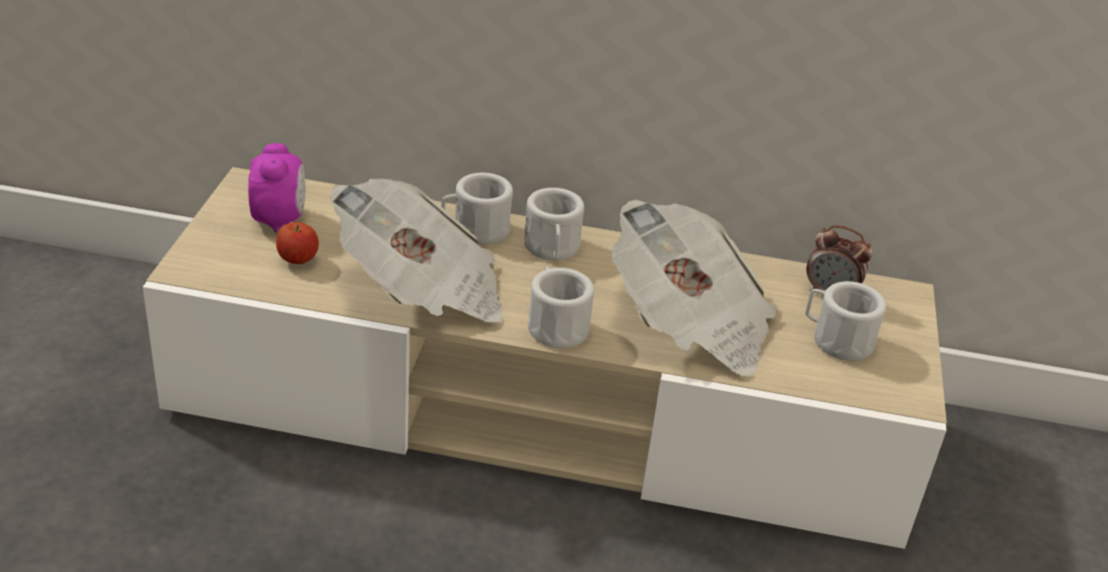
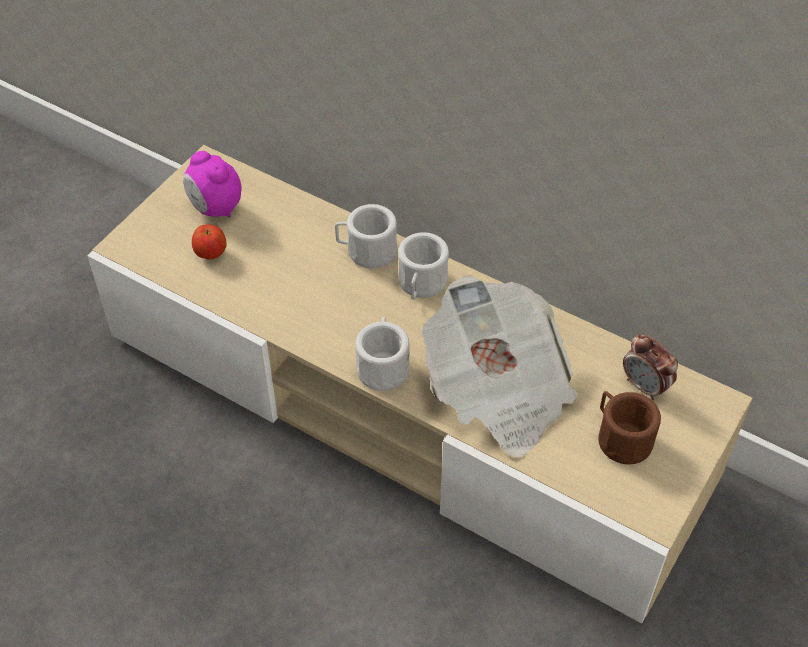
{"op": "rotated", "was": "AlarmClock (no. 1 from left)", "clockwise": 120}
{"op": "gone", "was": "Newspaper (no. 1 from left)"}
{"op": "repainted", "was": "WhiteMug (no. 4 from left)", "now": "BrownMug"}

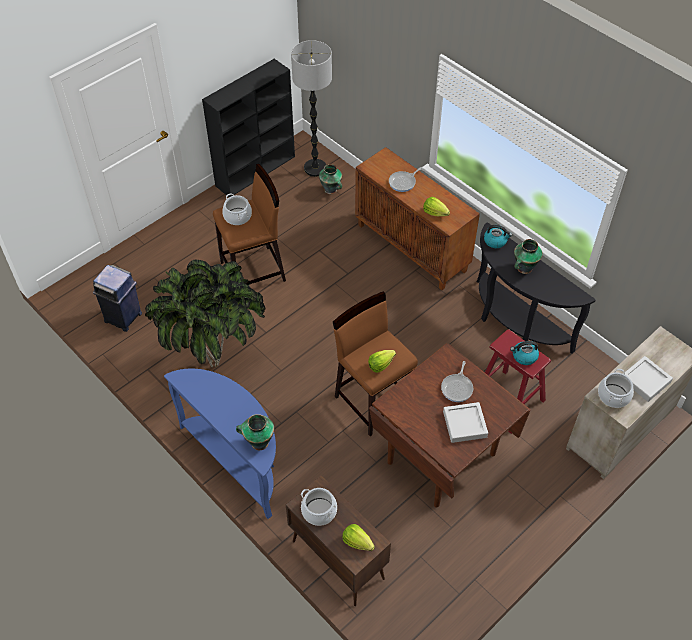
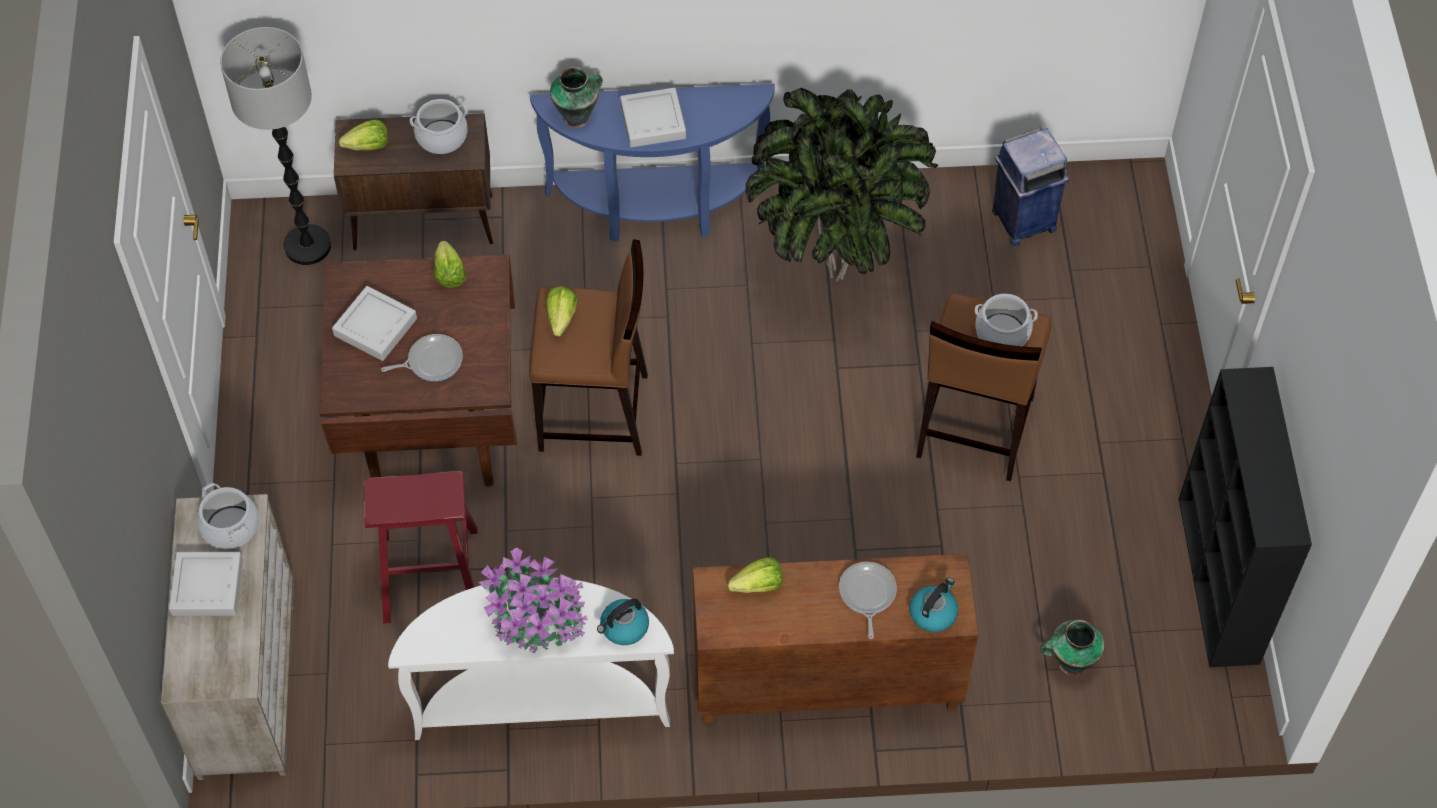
{"op": "shifted", "was": "FloorLamp"}
{"op": "repainted", "was": "BlackConsoleTable", "now": "WhiteConsoleTable"}
{"op": "swapped", "was": "Vase (no. 3 from left)", "now": "PottedPlant (no. 1 from left)"}
{"op": "shifted", "was": "Kettle (no. 2 from left)"}
{"op": "rotated", "was": "FryingPan (no. 2 from left in the first image)", "clockwise": 105}
{"op": "new", "now": "GreyTray (no. 3 from left)"}
{"op": "new", "now": "Lettuce (no. 2 from left)"}

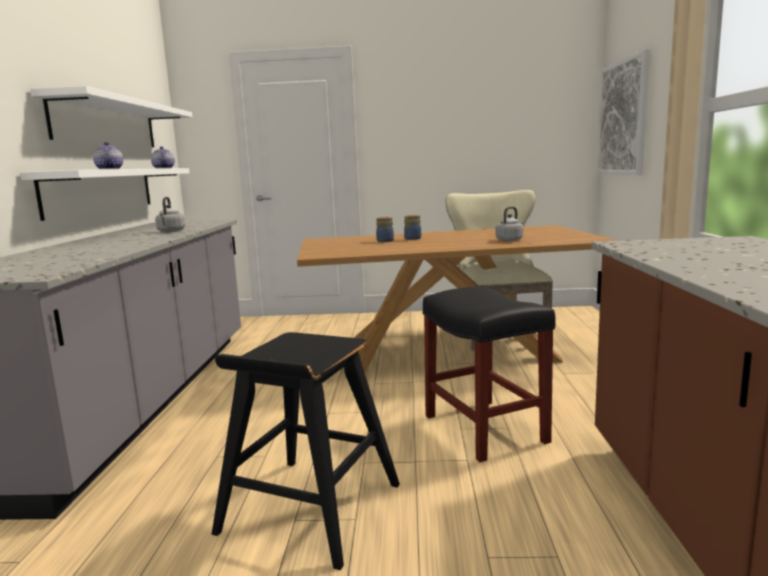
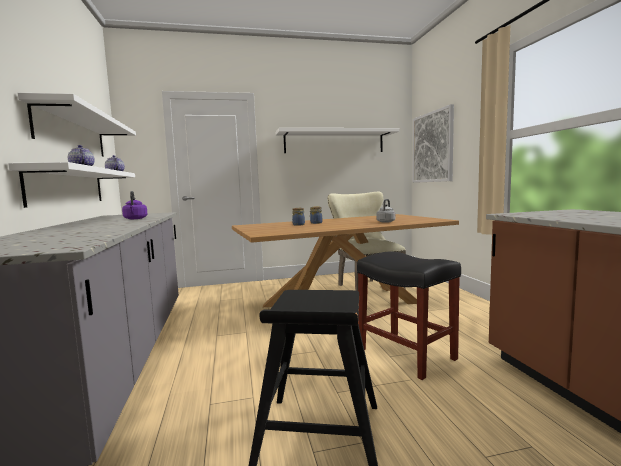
{"op": "repainted", "was": "GreyKettle (no. 1 from left)", "now": "PurpleKettle"}
{"op": "new", "now": "WhiteShelf (no. 3 from left)"}

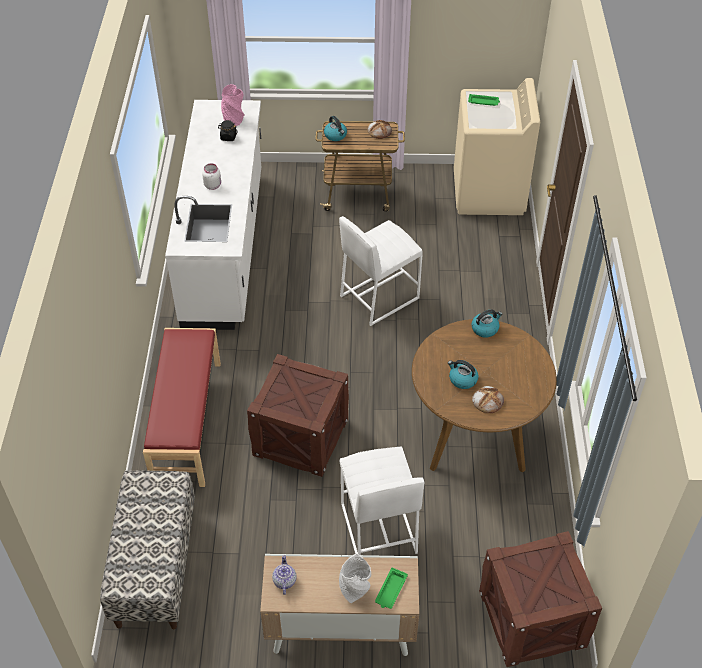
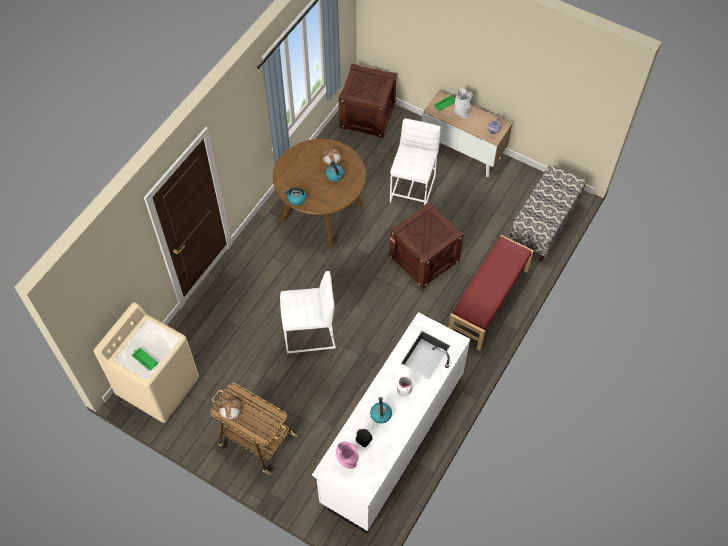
{"op": "shifted", "was": "Kettle (no. 1 from left in the first image)", "now": "Kettle (no. 3 from left)"}

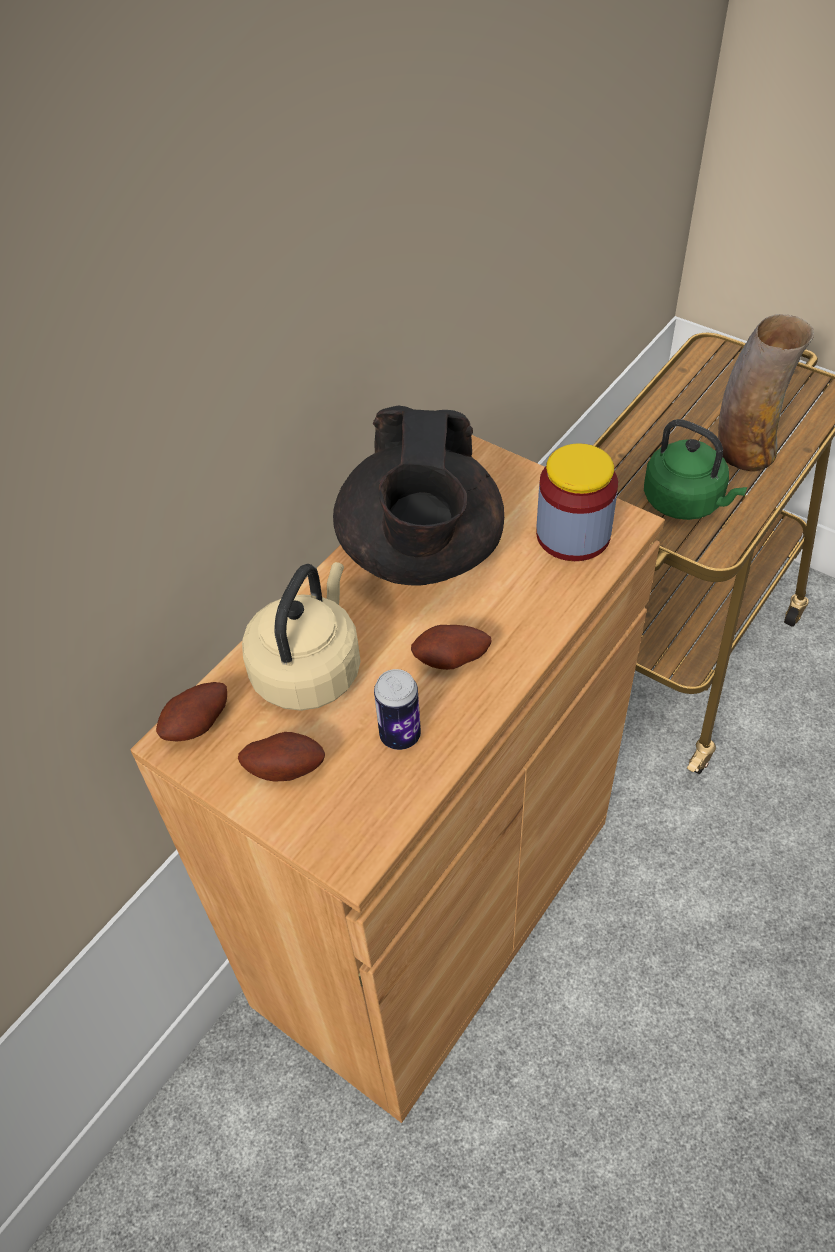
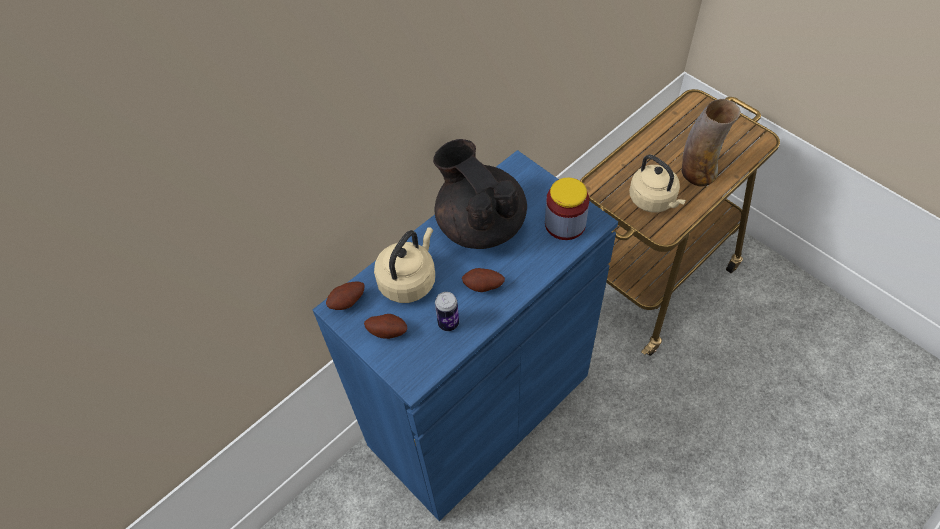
{"op": "rotated", "was": "BlackTeapot", "clockwise": 135}
{"op": "repainted", "was": "GreenKettle", "now": "BeigeKettle (no. 2 from left)"}
{"op": "repainted", "was": "BrownCabinet", "now": "BlueCabinet"}

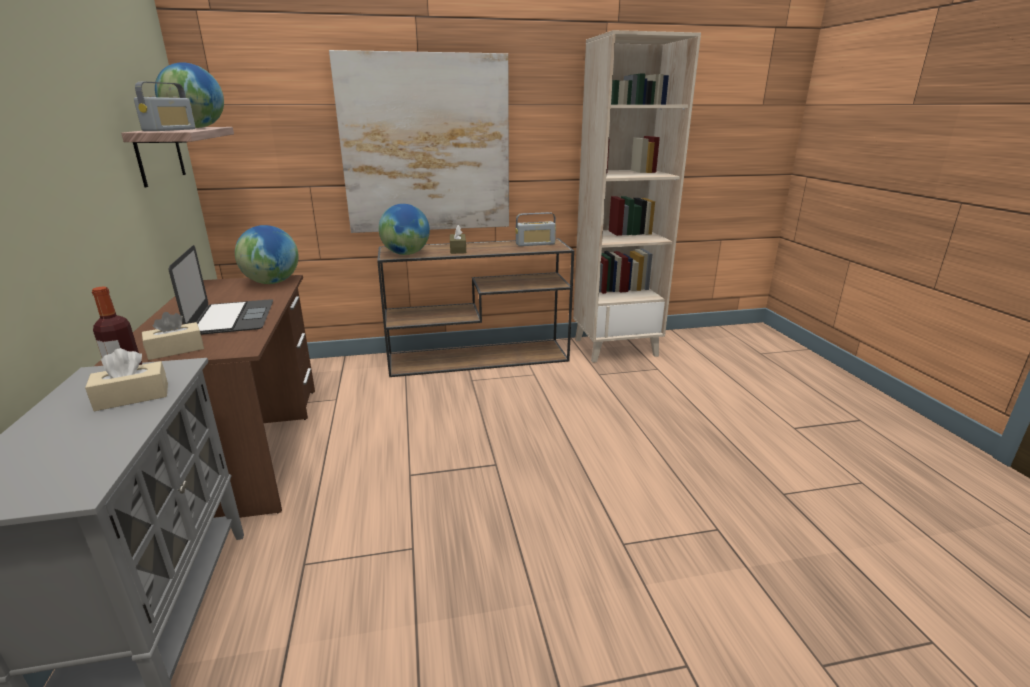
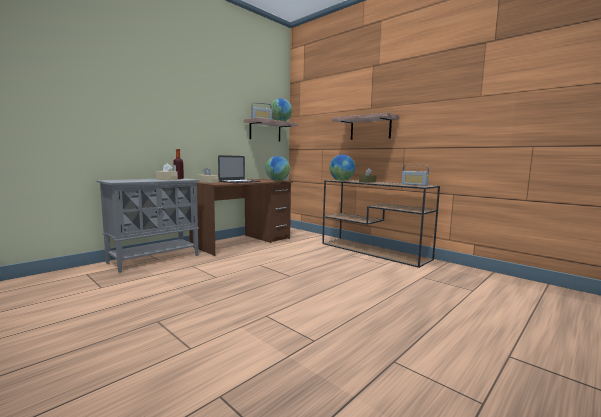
{"op": "gone", "was": "BeigeBookcase"}
{"op": "swapped", "was": "Picture", "now": "Shelf (no. 2 from left)"}

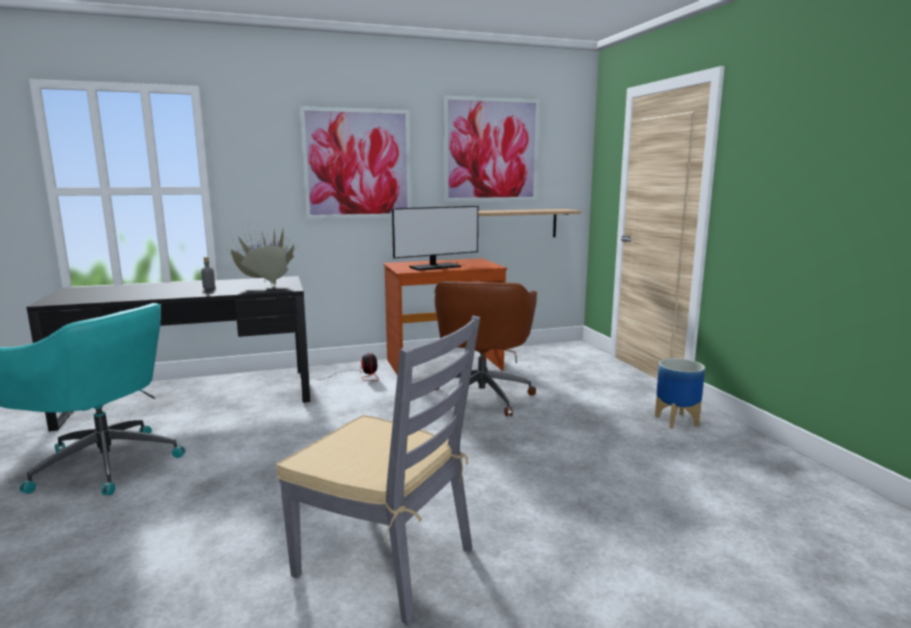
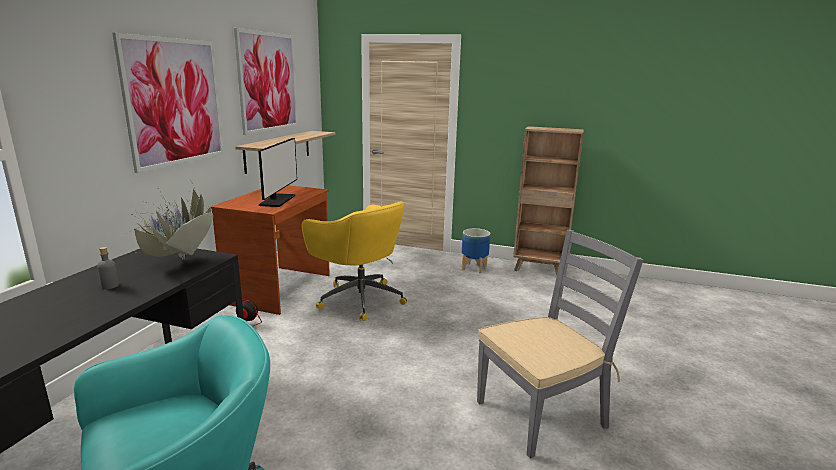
{"op": "repainted", "was": "BrownOfficeChair", "now": "YellowOfficeChair"}
{"op": "new", "now": "BrownBookcase"}

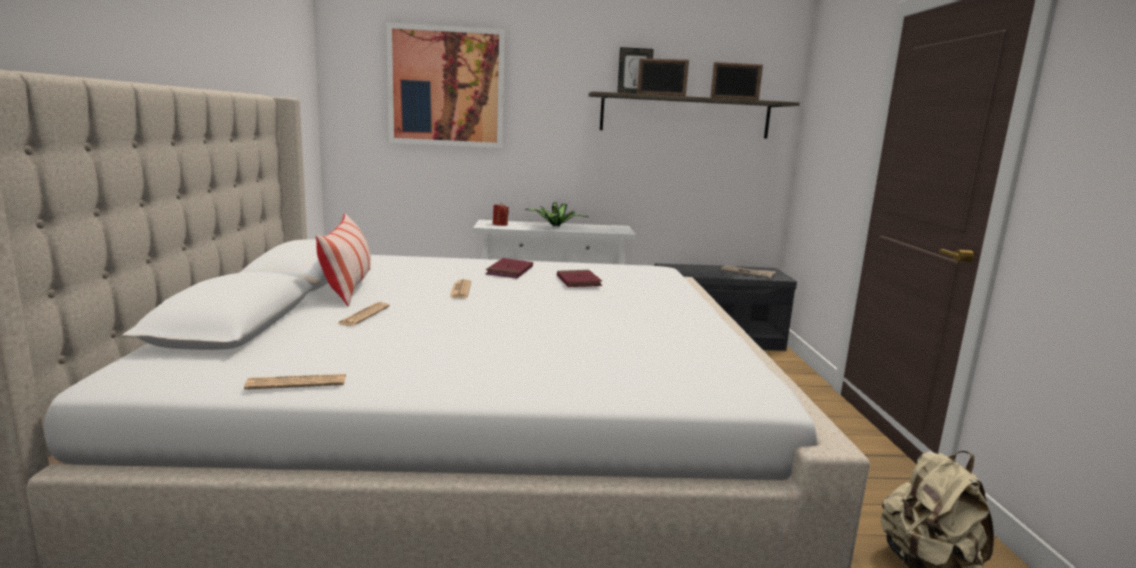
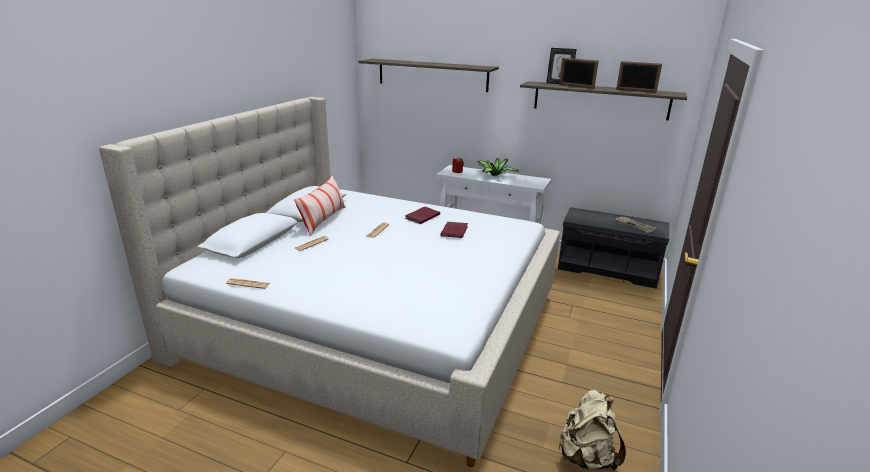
{"op": "swapped", "was": "Picture", "now": "Shelf (no. 1 from left)"}

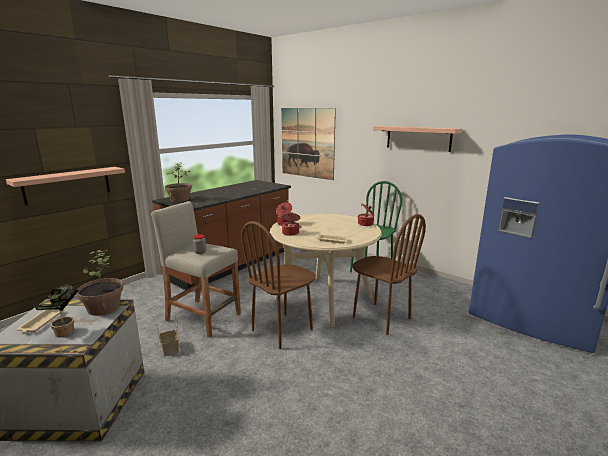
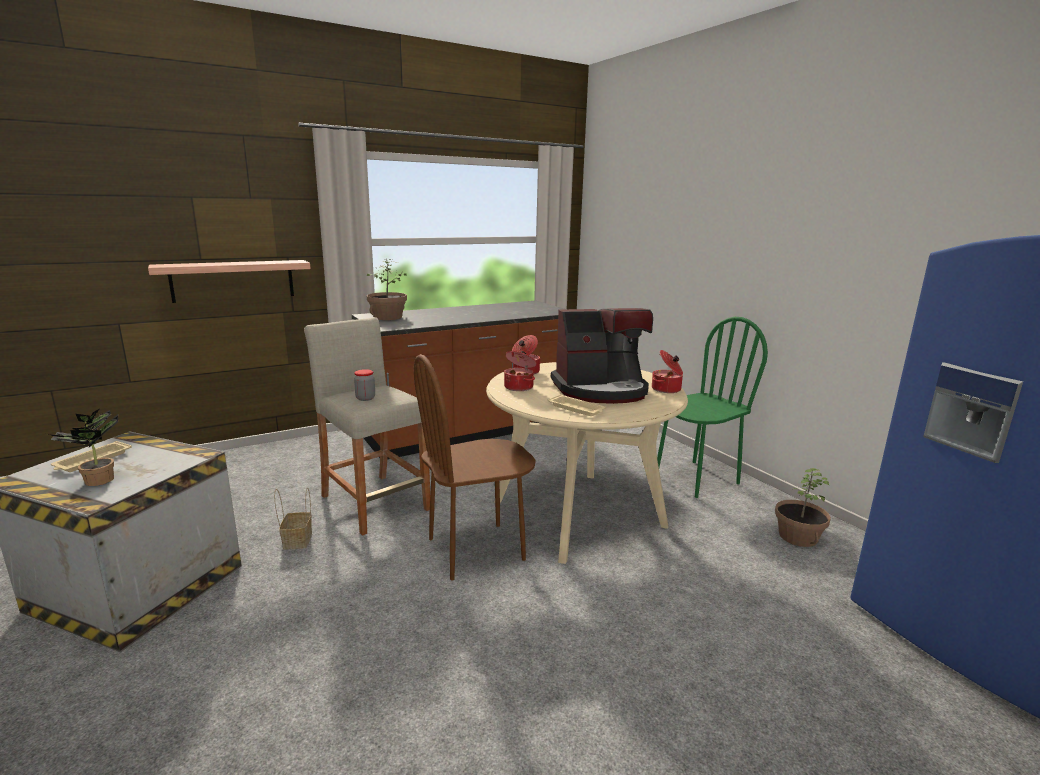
{"op": "gone", "was": "Picture"}
{"op": "gone", "was": "Shelf (no. 2 from left)"}
{"op": "gone", "was": "BrownChair (no. 2 from left)"}
{"op": "shifted", "was": "PottedPlant (no. 2 from left in the first image)", "now": "PottedPlant (no. 3 from left)"}
{"op": "new", "now": "CoffeeMachine"}

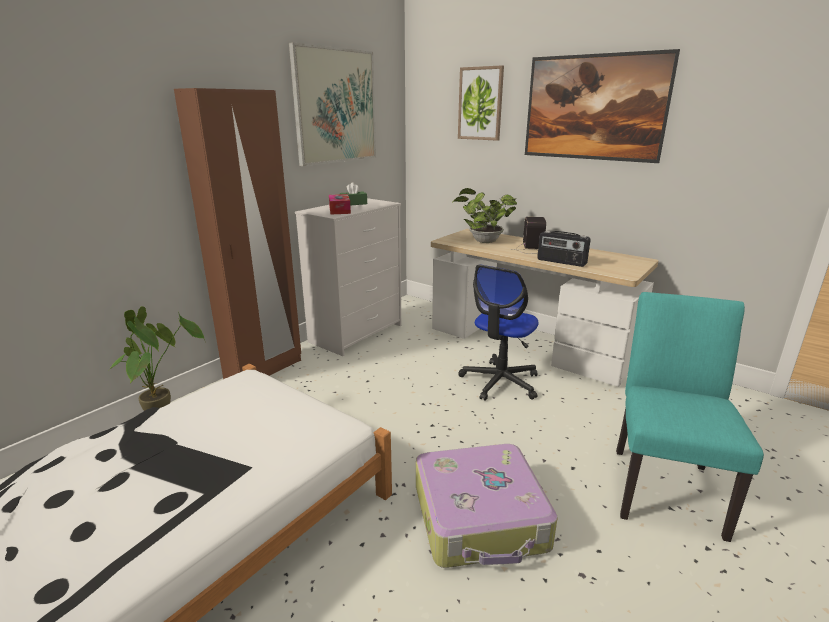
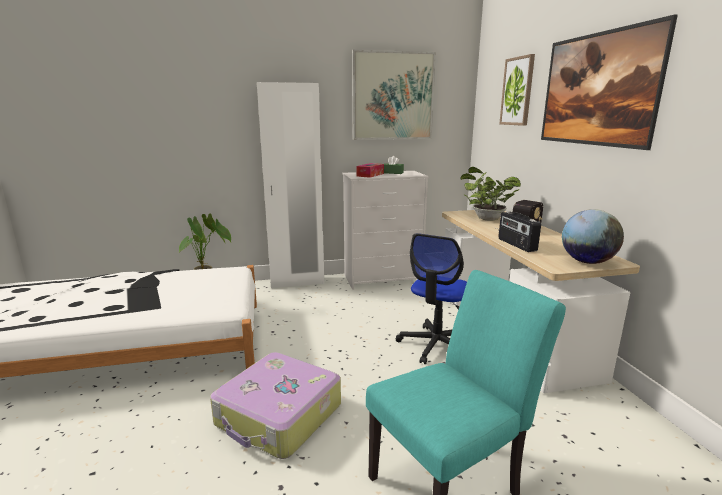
{"op": "repainted", "was": "BrownWardrobe", "now": "WhiteWardrobe"}
{"op": "rotated", "was": "OfficeChair", "clockwise": -45}
{"op": "new", "now": "Globe"}

